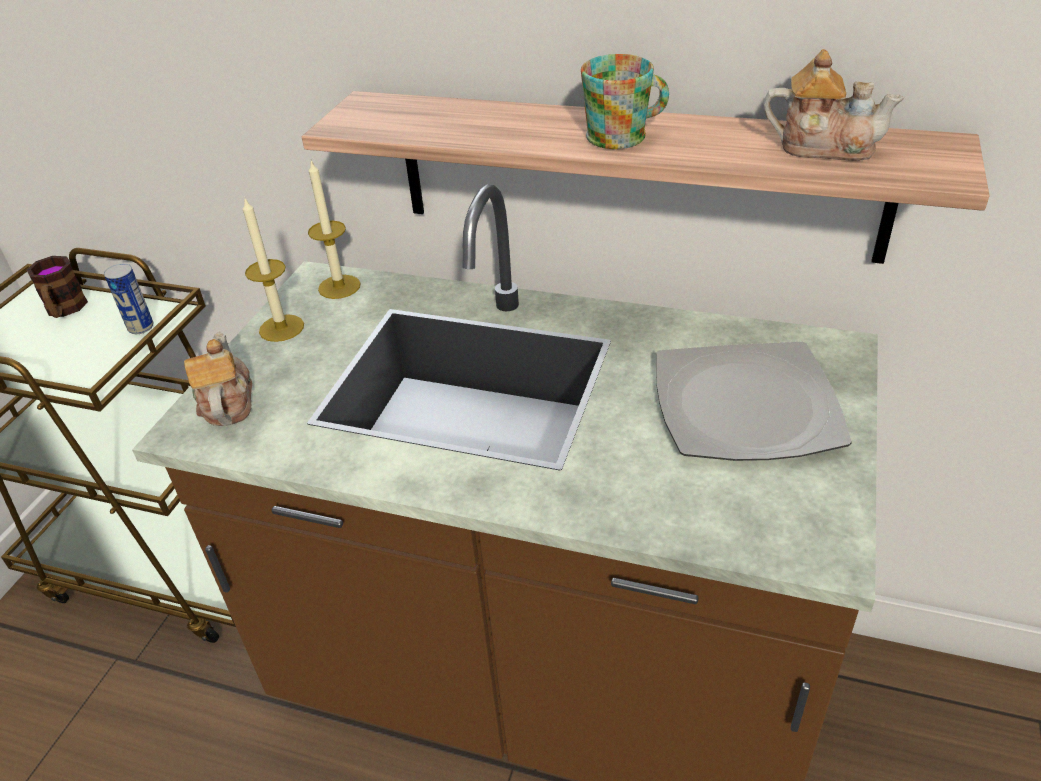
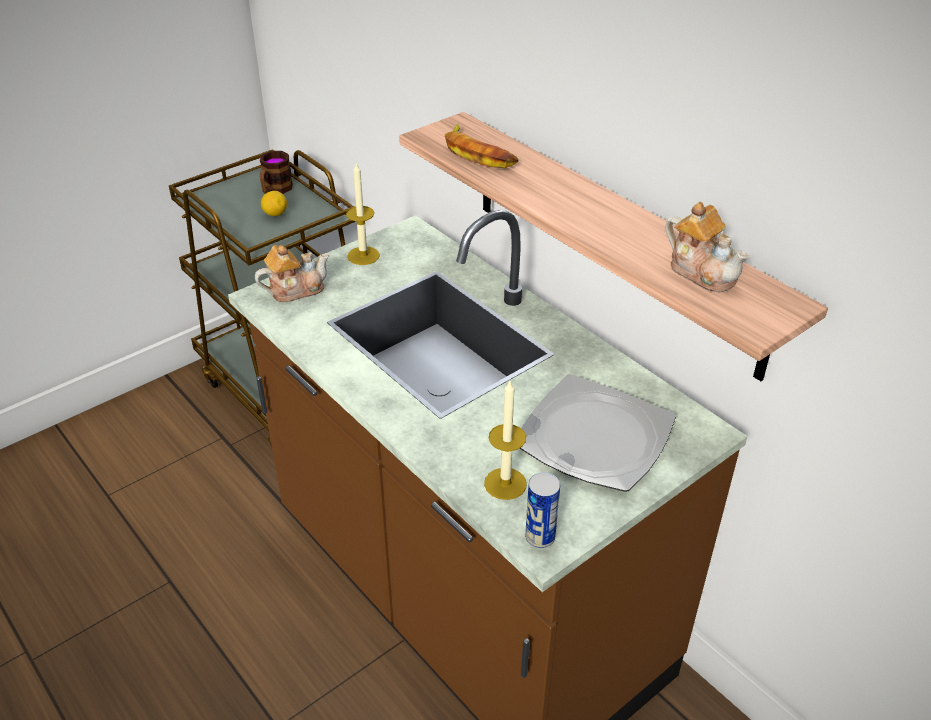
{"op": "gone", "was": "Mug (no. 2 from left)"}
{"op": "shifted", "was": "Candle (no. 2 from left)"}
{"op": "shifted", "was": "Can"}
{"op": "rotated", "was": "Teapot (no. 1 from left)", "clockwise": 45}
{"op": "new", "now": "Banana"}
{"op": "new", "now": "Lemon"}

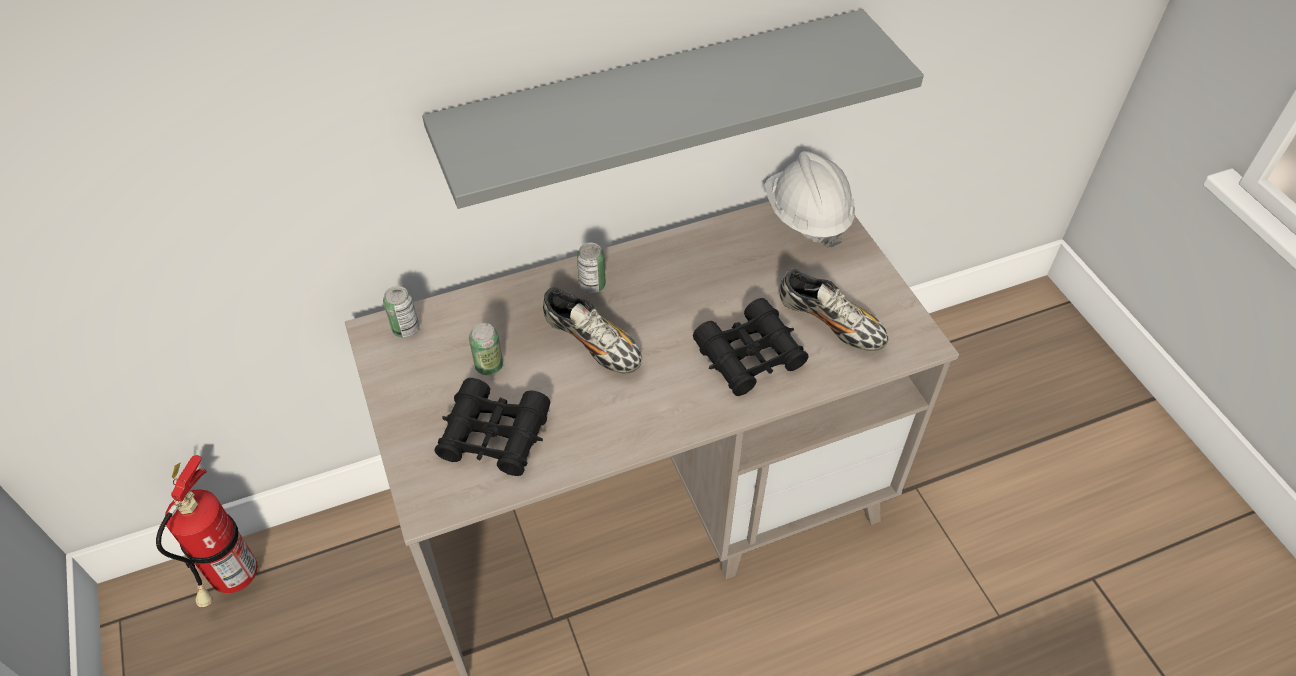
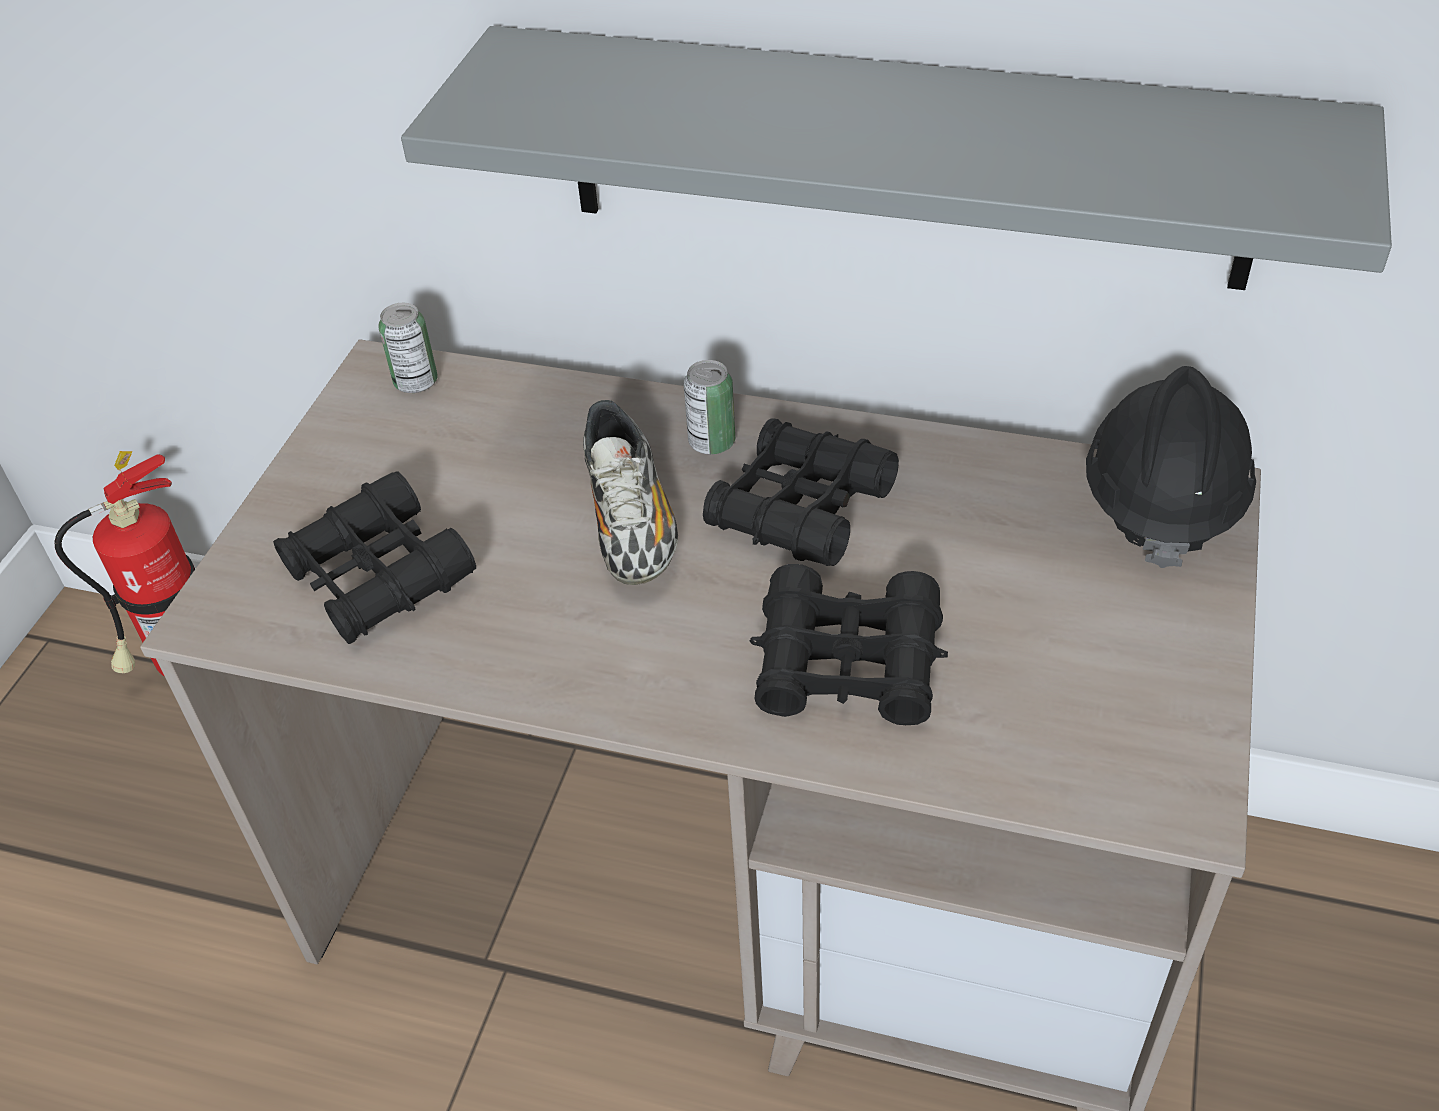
{"op": "repainted", "was": "WhiteHardHat", "now": "BlackHardHat"}
{"op": "gone", "was": "Shoe (no. 2 from left)"}
{"op": "gone", "was": "Can (no. 2 from left)"}
{"op": "new", "now": "BlackBinoculars (no. 2 from left)"}

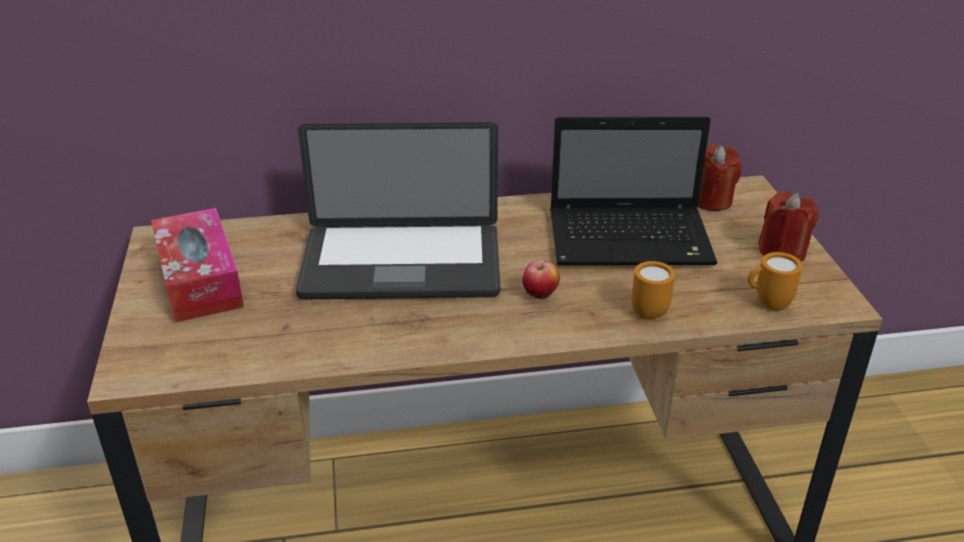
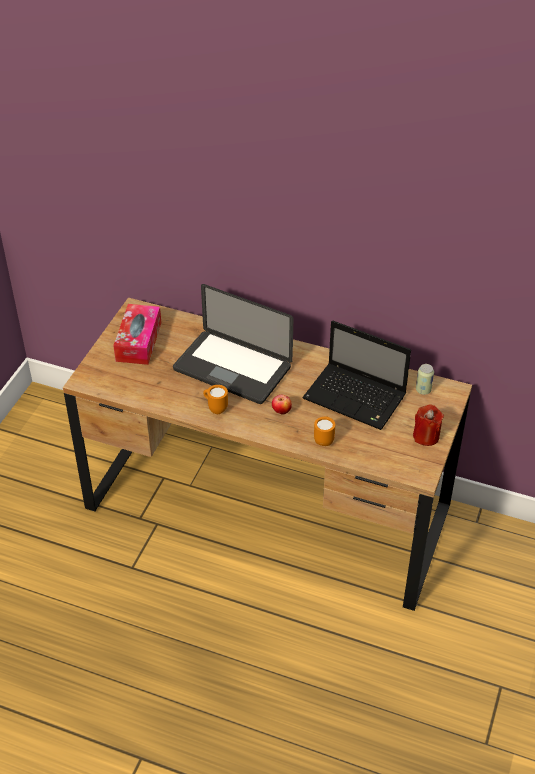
{"op": "swapped", "was": "RedCandle (no. 1 from left)", "now": "Can"}
{"op": "shifted", "was": "OrangeMug (no. 2 from left in the first image)", "now": "OrangeMug (no. 1 from left)"}

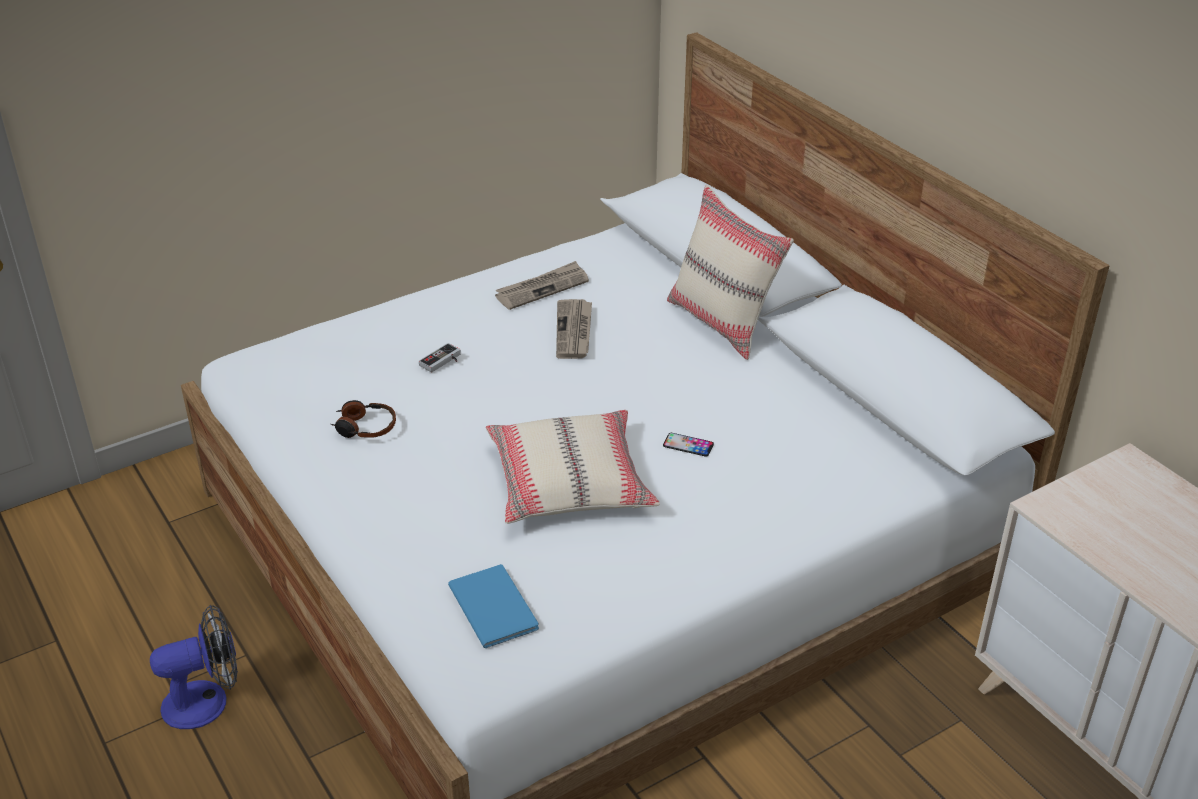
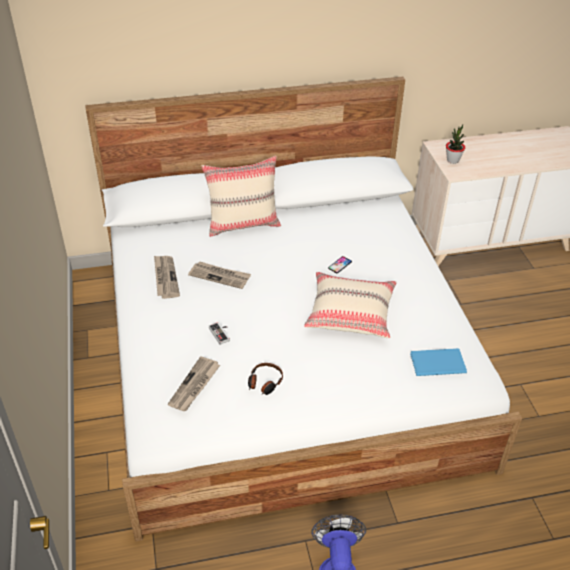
{"op": "new", "now": "PottedPlant"}
{"op": "new", "now": "Newspaper (no. 2 from left)"}

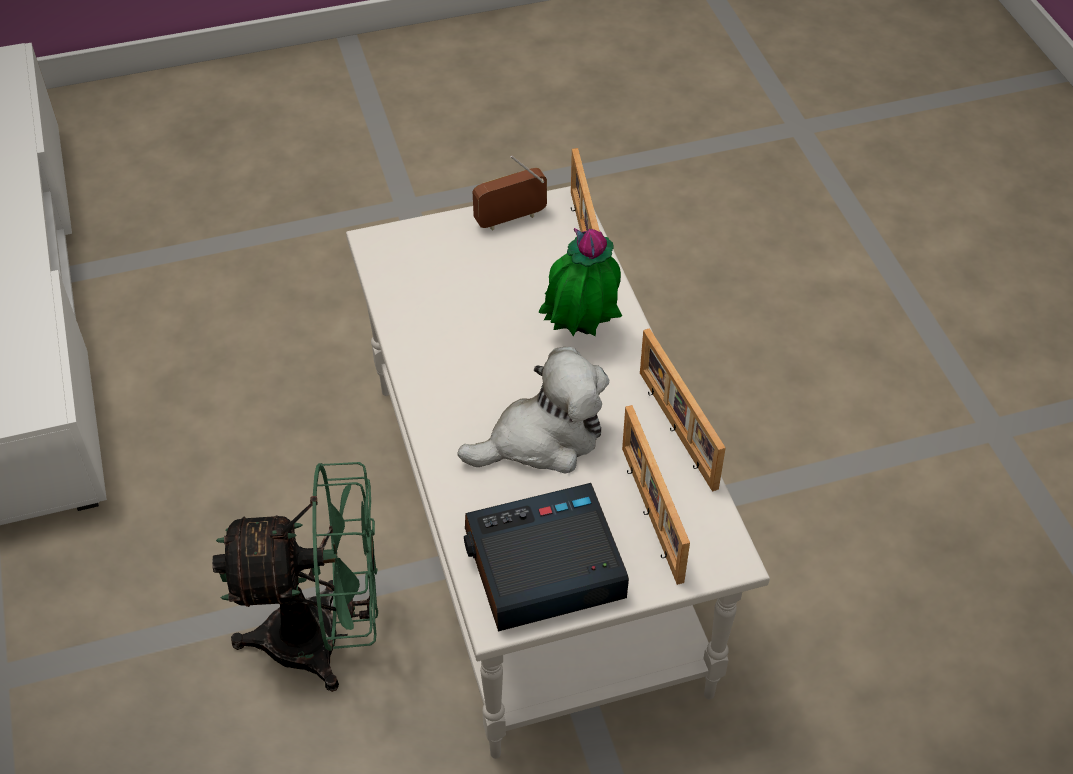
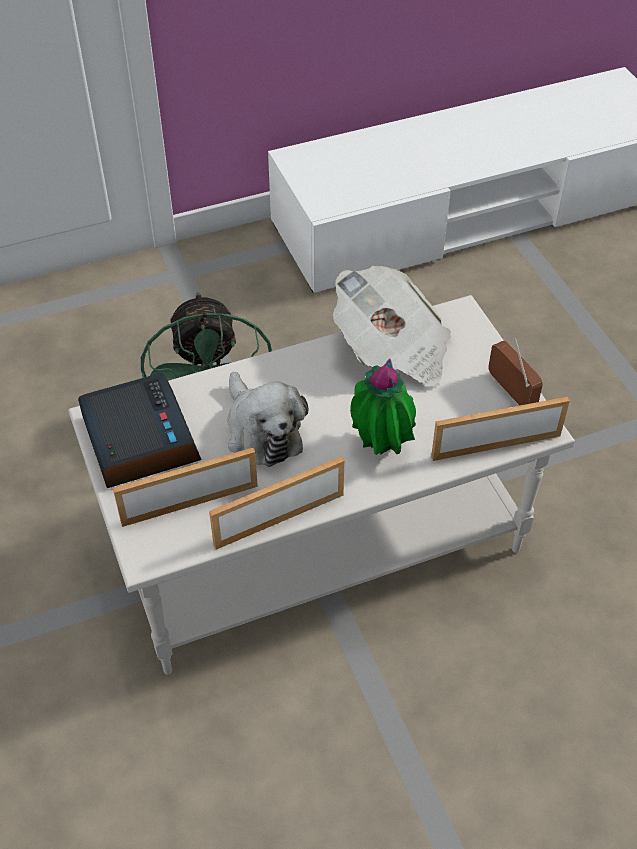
{"op": "new", "now": "Newspaper"}

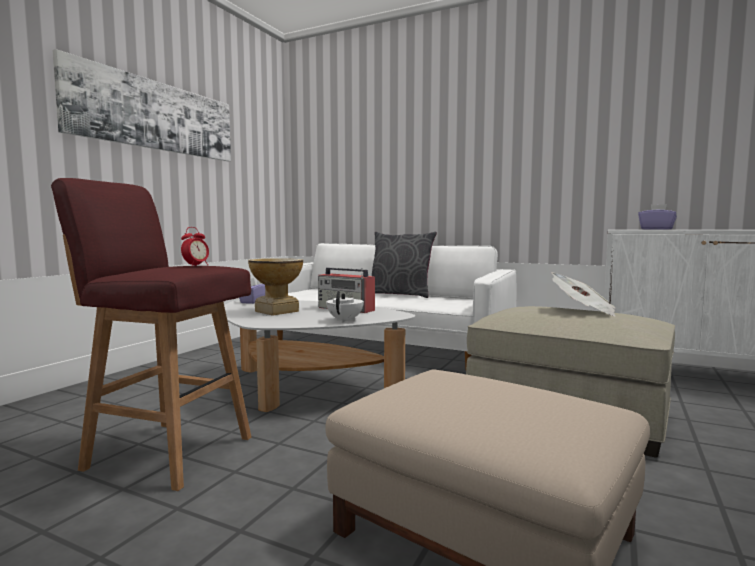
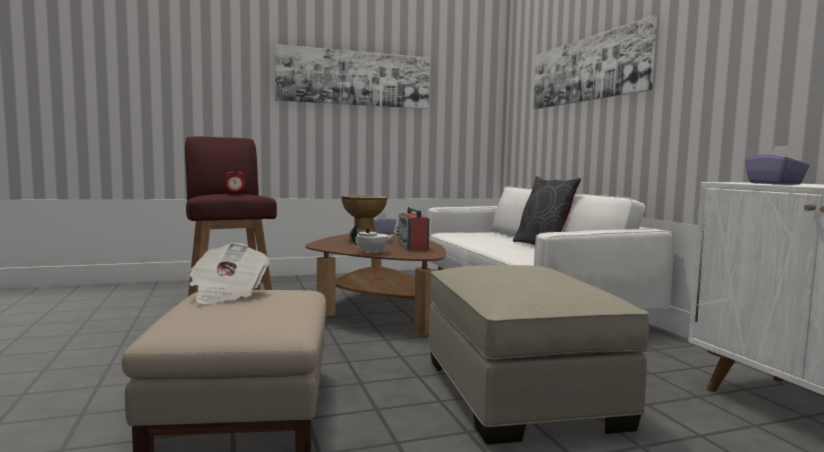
{"op": "shifted", "was": "Newspaper"}
{"op": "repainted", "was": "WhiteCoffeeTable", "now": "BrownCoffeeTable"}
{"op": "new", "now": "Picture (no. 2 from left)"}

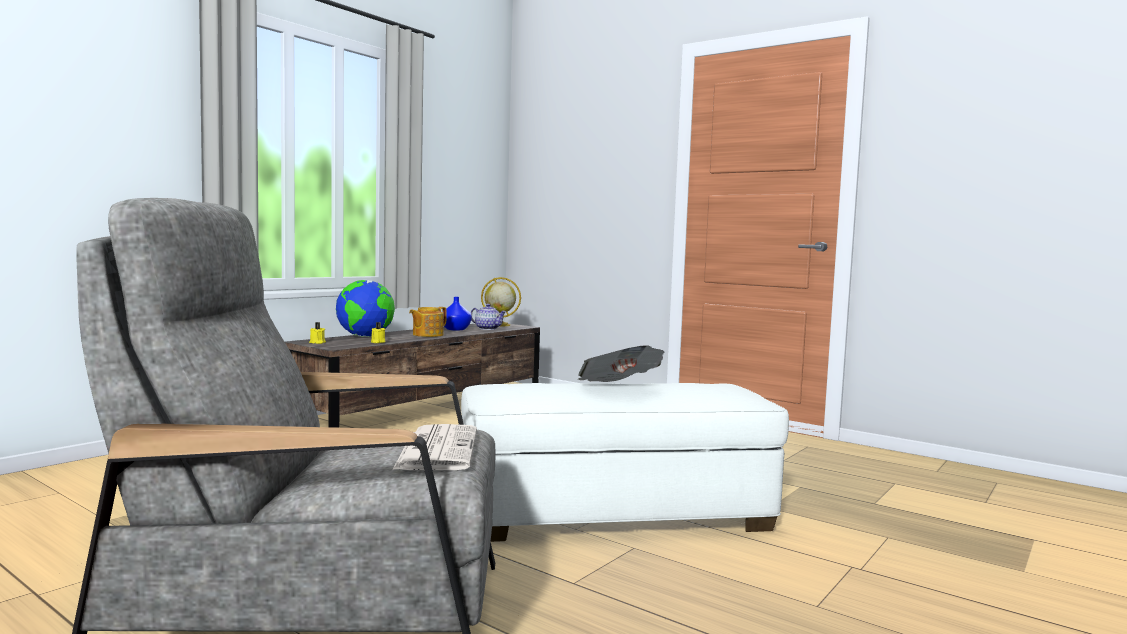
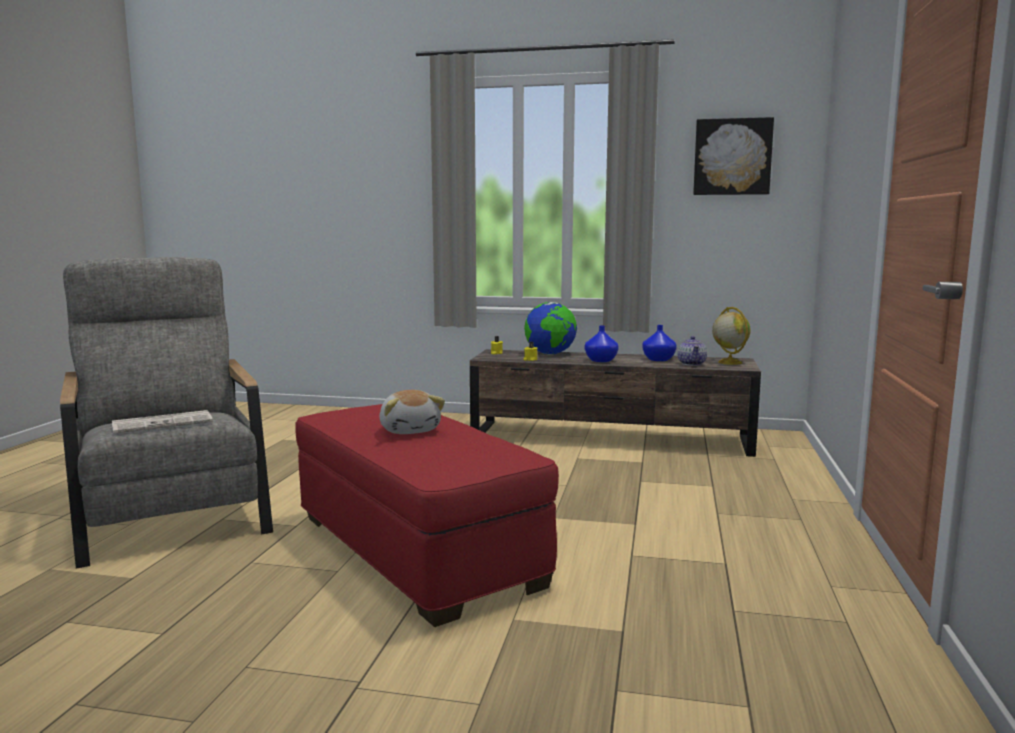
{"op": "swapped", "was": "Teapot (no. 1 from left)", "now": "BlueVase (no. 1 from left)"}
{"op": "swapped", "was": "Newspaper (no. 2 from left)", "now": "PlushToy"}
{"op": "repainted", "was": "WhiteOttoman", "now": "RedOttoman"}
{"op": "new", "now": "Picture"}

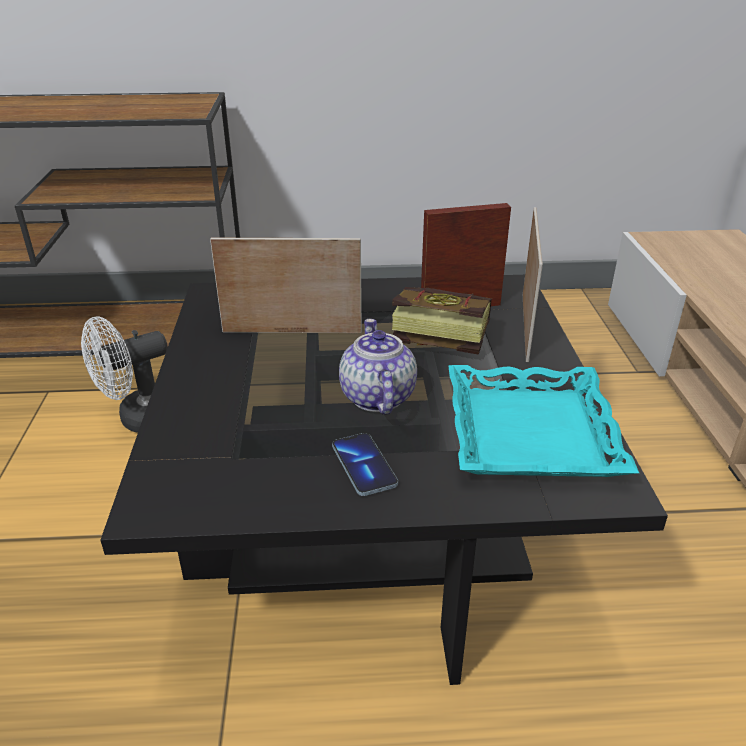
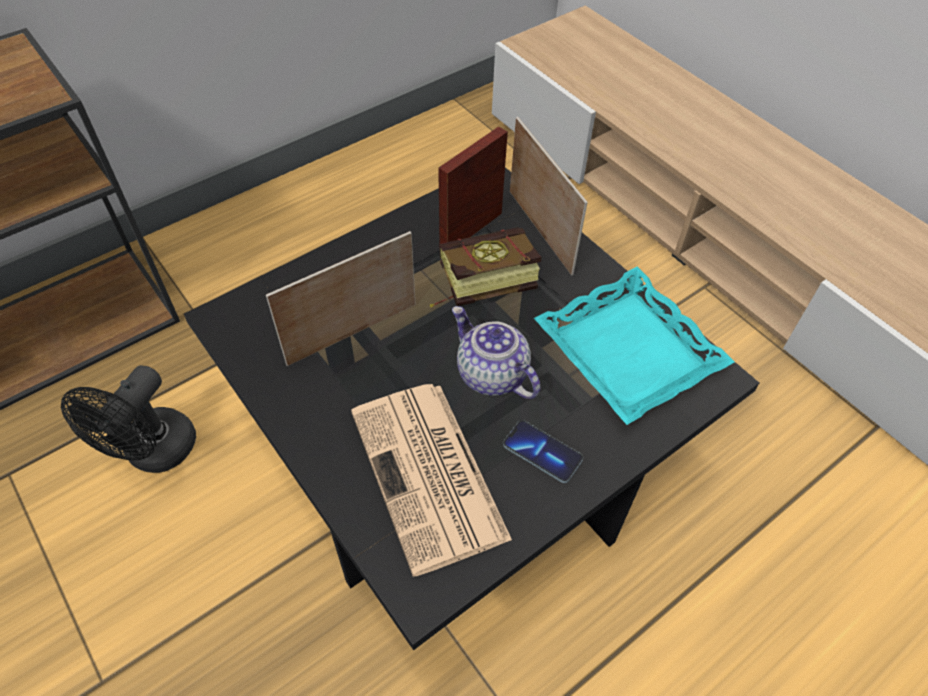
{"op": "repainted", "was": "WhiteFan", "now": "BlackFan"}
{"op": "new", "now": "Newspaper"}

